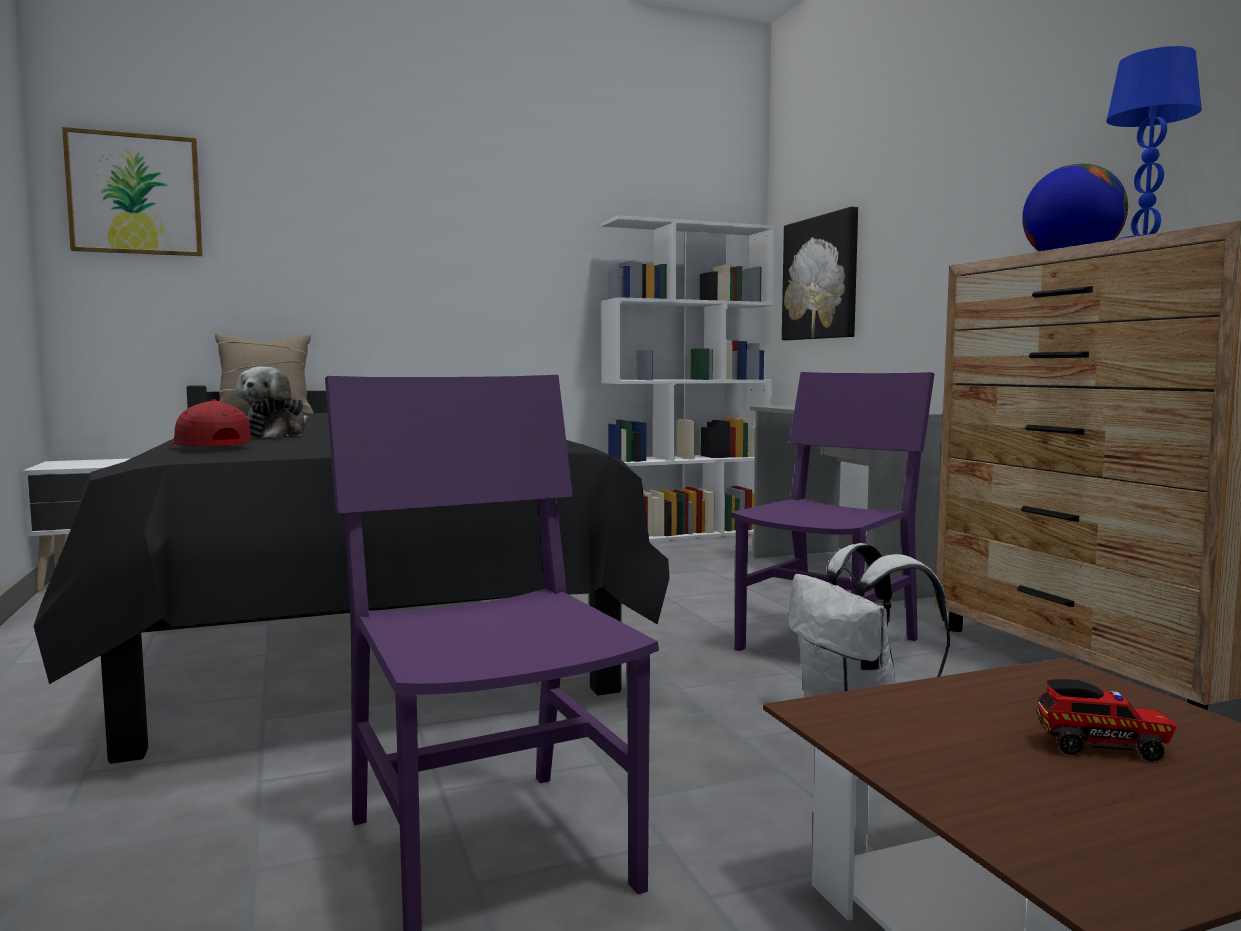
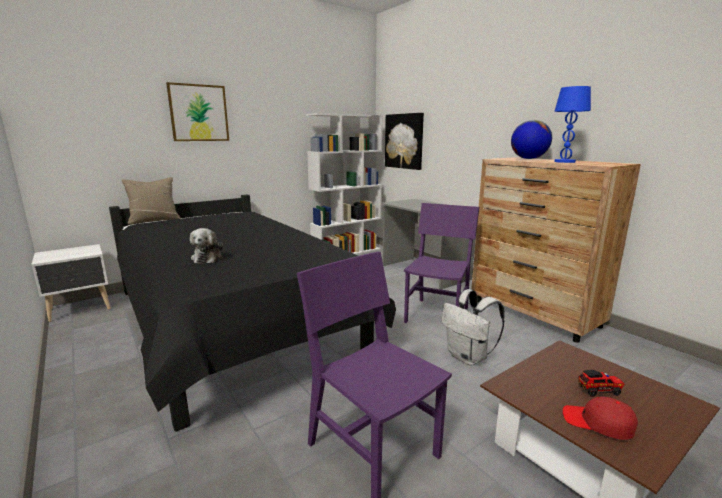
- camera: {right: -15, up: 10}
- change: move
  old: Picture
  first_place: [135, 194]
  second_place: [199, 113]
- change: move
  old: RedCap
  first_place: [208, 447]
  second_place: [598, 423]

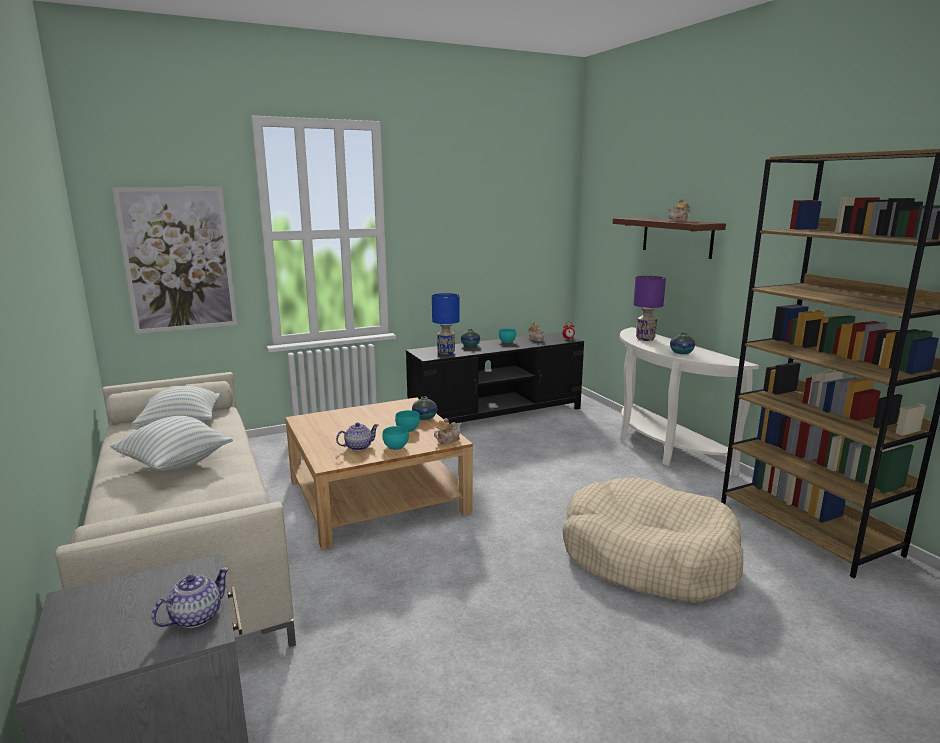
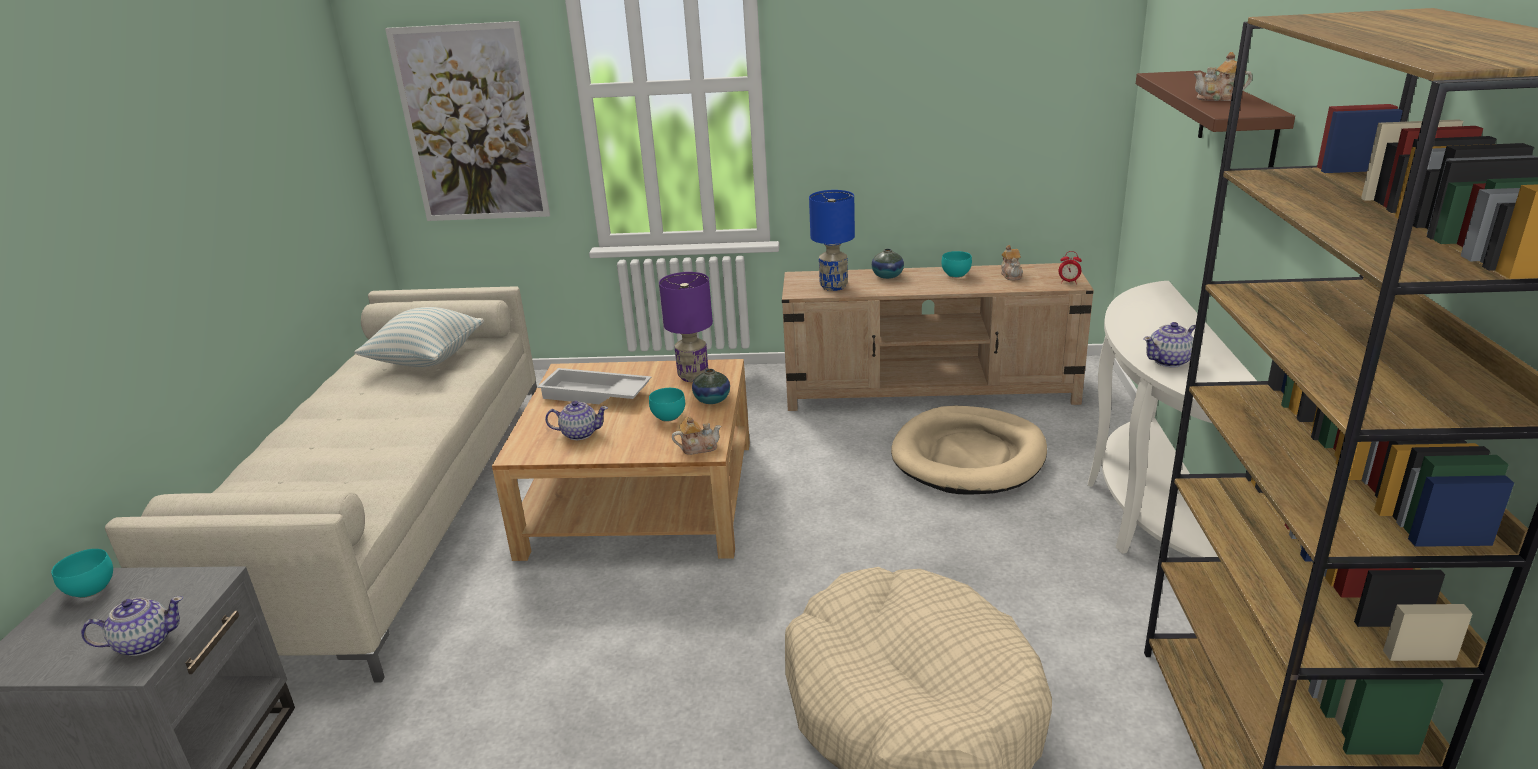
- camera: {right: 30, up: 10}
- change: move
  old: TurquoiseBowl
  first_place: [396, 446]
  second_place: [93, 589]
- change: insert
  new: WhiteTray
  second_place: [594, 395]
- change: move
  old: PurpleTableLamp
  first_place: [645, 339]
  second_place: [693, 376]
- change: recolor
  old: BlackTvStand
  new: BeigeTvStand
  first_place: [497, 414]
  second_place: [930, 390]
- change: insert
  new: BeigeDogBed
  second_place: [969, 456]
- change: replace
  old: Vase
  new: Teapot
  first_place: [681, 353]
  second_place: [1169, 361]
- change: delete
  old: Pillow
  first_place: [175, 464]

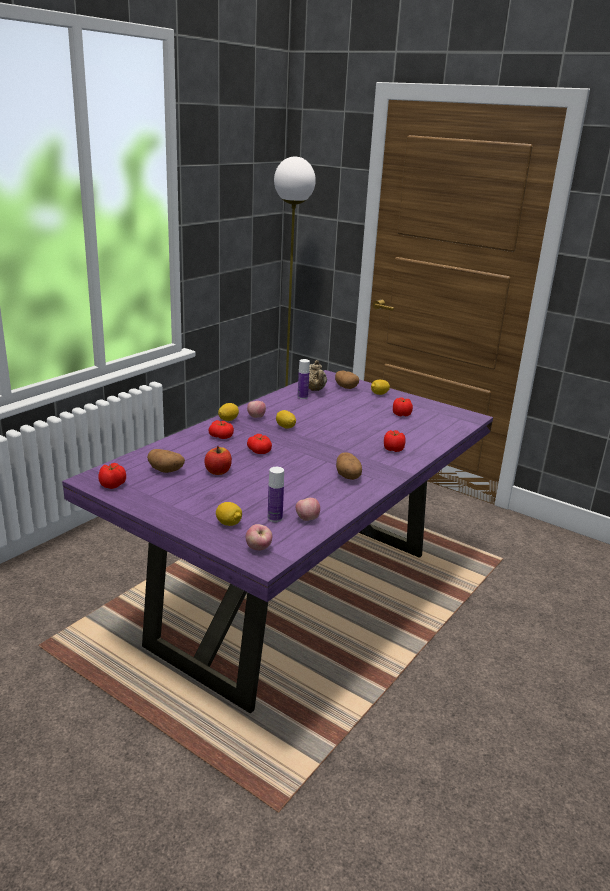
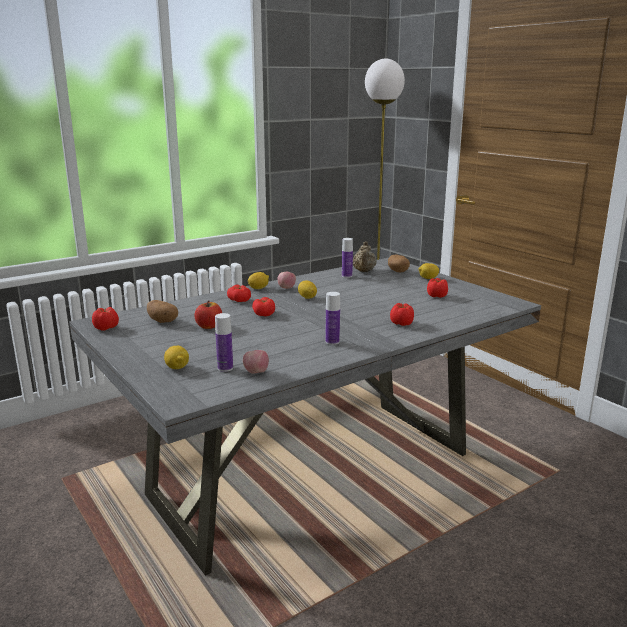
- camera: {right: 20, up: -5}
- change: recolor
  old: PurpleDiningTable
  new: GreyDiningTable
  first_place: [296, 599]
  second_place: [312, 476]
- change: replace
  old: Potato
  new: Bottle
  first_place: [348, 477]
  second_place: [332, 342]
- change: delete
  old: Apple
  first_place: [258, 549]

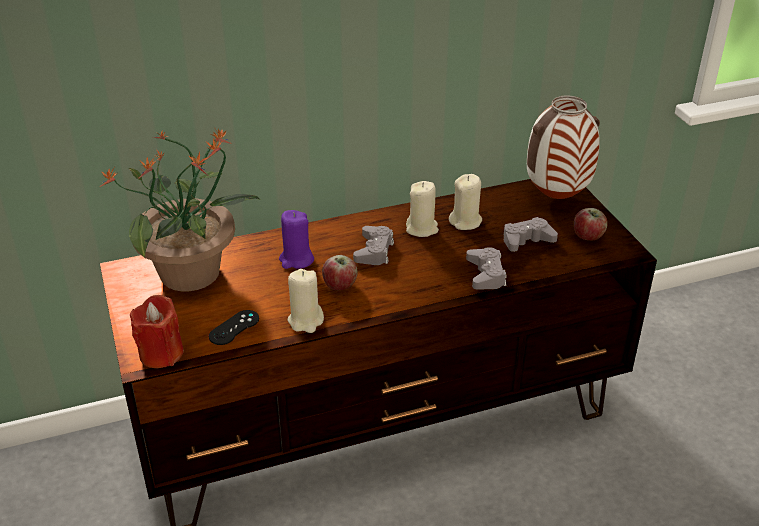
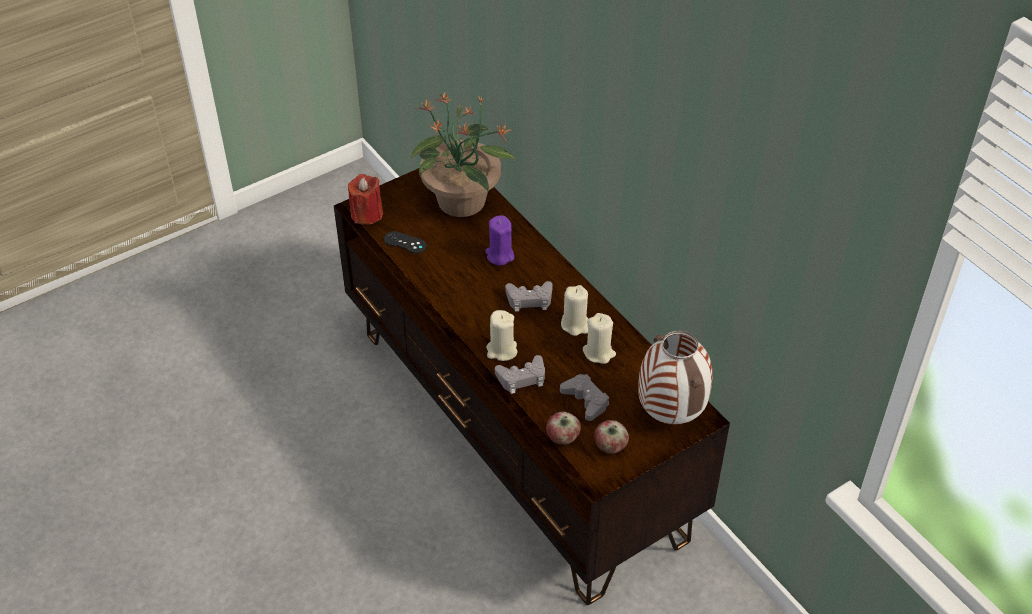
- camera: {right: 75, up: 10}
- change: move
  old: BeigeCandle
  first_place: [306, 321]
  second_place: [501, 350]
- change: move
  old: Apple
  first_place: [340, 285]
  second_place: [562, 438]

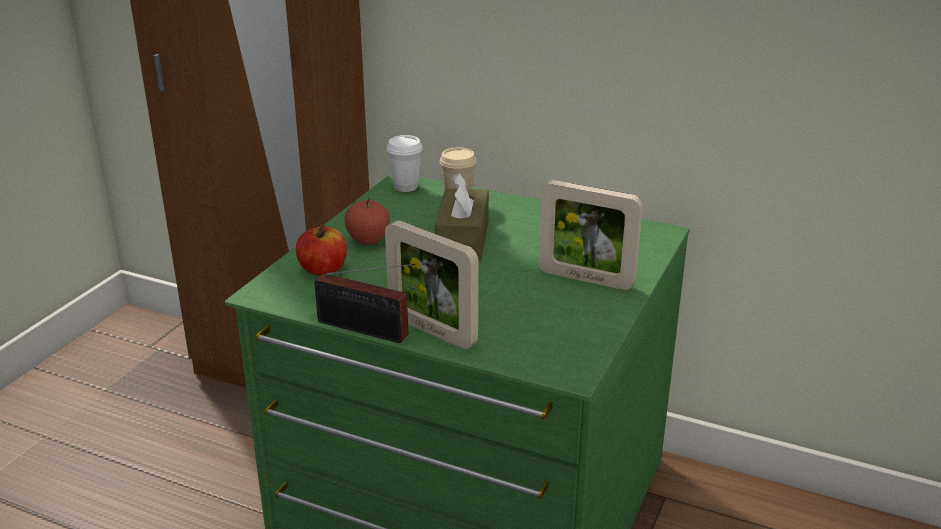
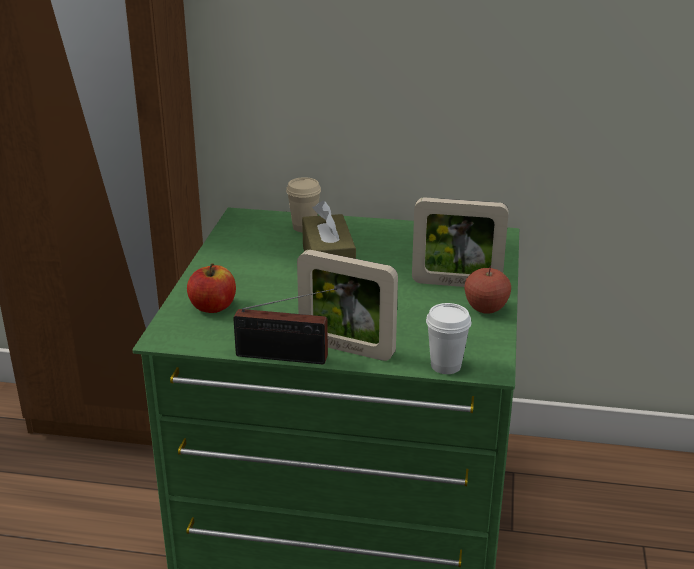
- camera: {right: -15, up: 0}
- change: move
  old: WhiteCup
  first_place: [405, 187]
  second_place: [446, 366]
- change: move
  old: Apple
  first_place: [368, 240]
  second_place: [486, 308]

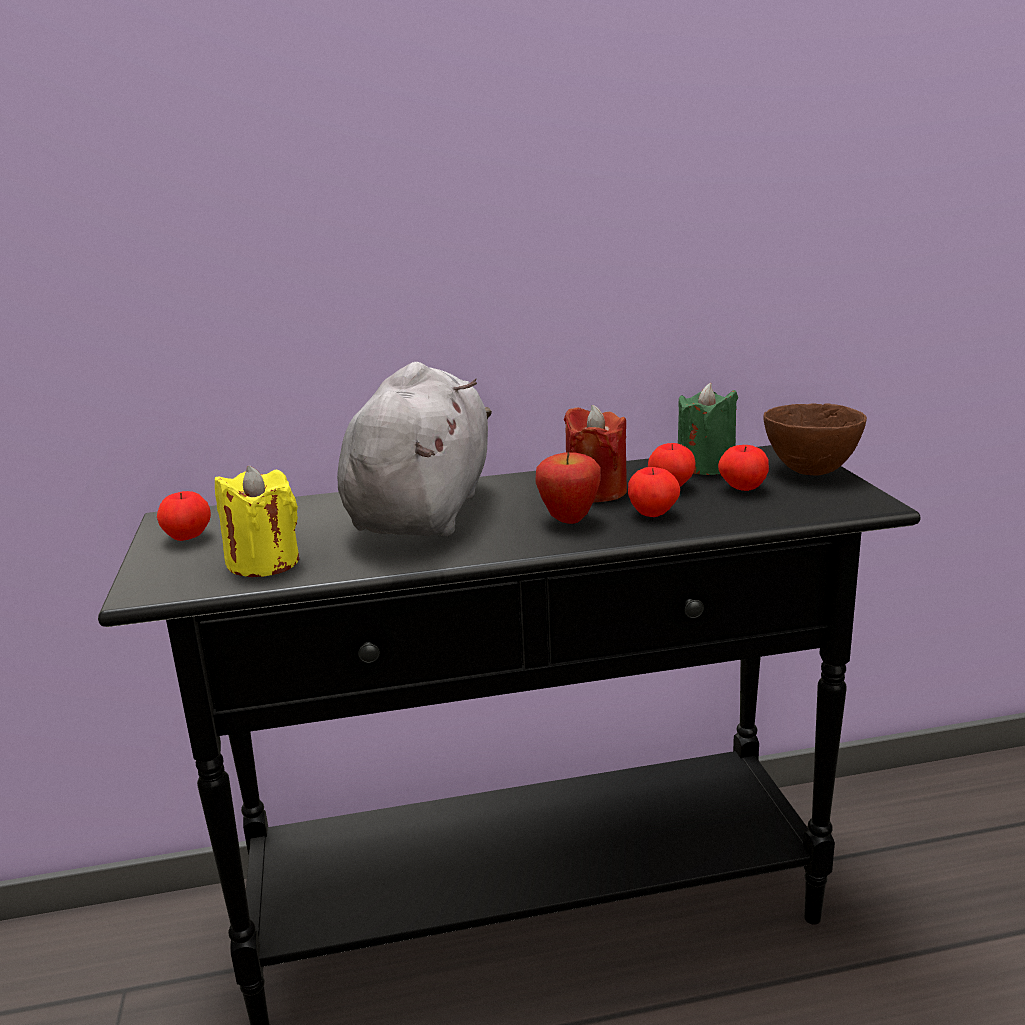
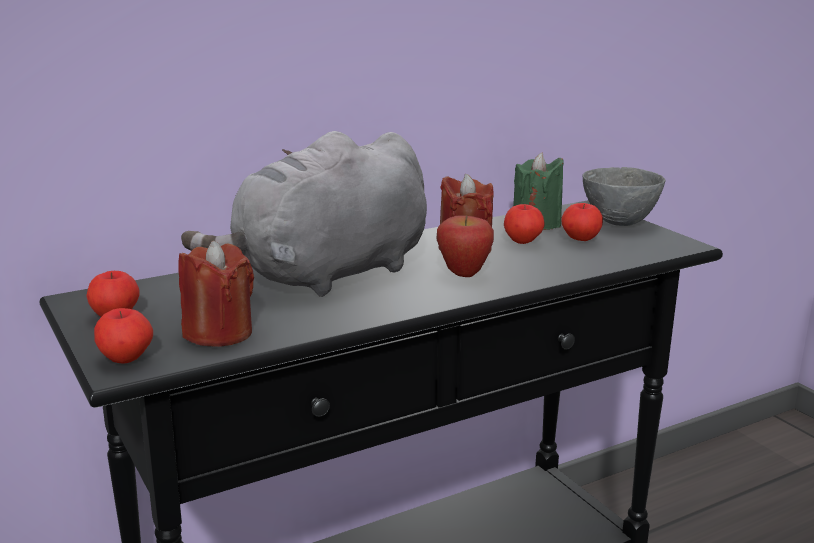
- camera: {right: -20, up: 0}
- change: move
  old: Apple
  first_place: [653, 513]
  second_place: [126, 358]
- change: recolor
  old: YellowCandle
  new: RedCandle
  first_place: [263, 563]
  second_place: [218, 333]
- change: rotate
  old: GreyPlushToy
  first_place: [423, 510]
  second_place: [327, 275]
  degrees: -120
- change: recolor
  old: BrownBowl
  new: GreyBowl
  first_place: [810, 471]
  second_place: [619, 222]

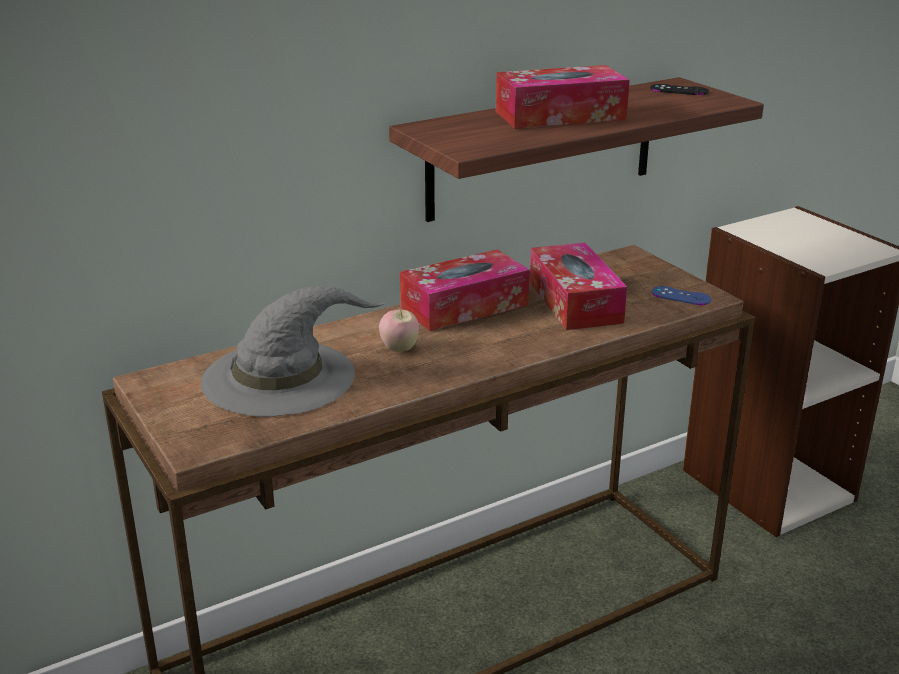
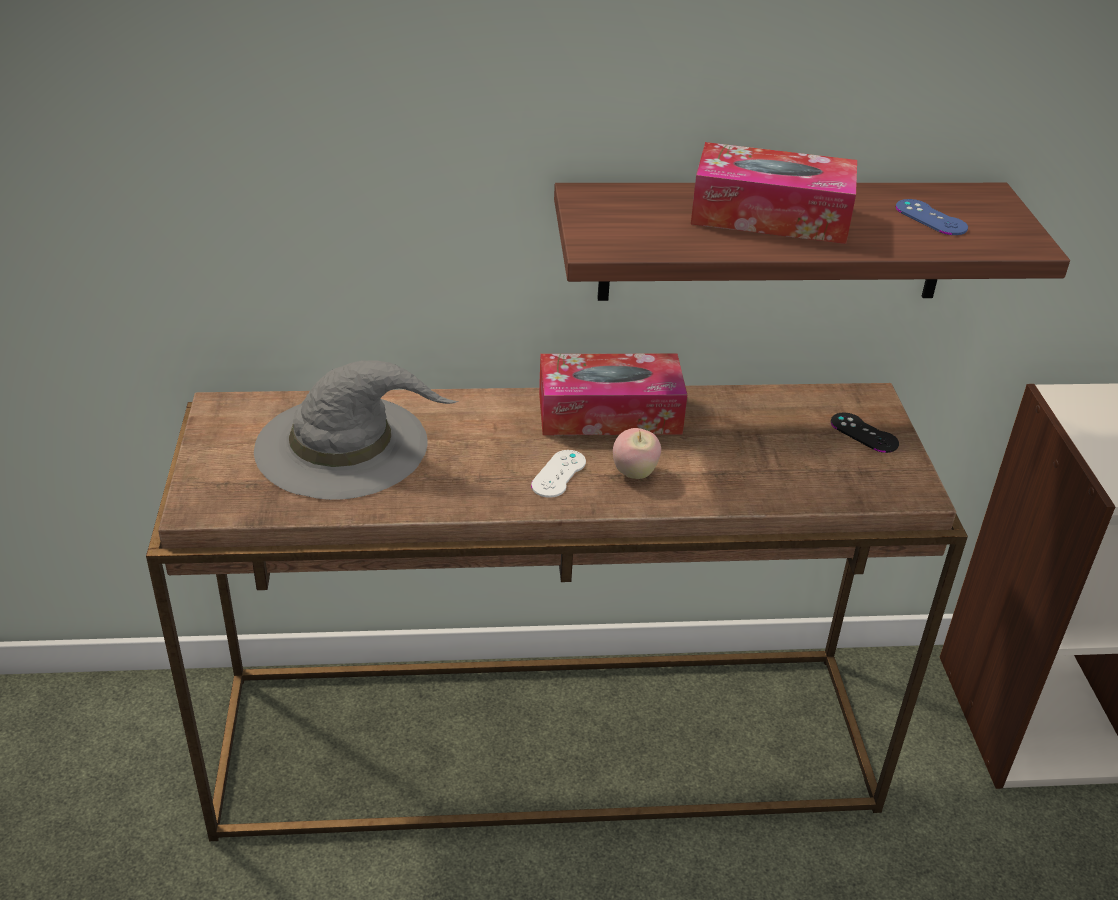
- camera: {right: 25, up: 10}
- change: insert
  new: WhiteGameController
  second_place: [559, 474]
- change: move
  old: Apple
  first_place: [399, 349]
  second_place: [634, 473]
- change: move
  old: BlackGameController
  first_place: [679, 90]
  second_place: [864, 433]
- change: move
  old: BlueGameController
  first_place: [681, 296]
  second_place: [931, 218]
- change: delete
  old: TissueBox
  first_place: [575, 302]

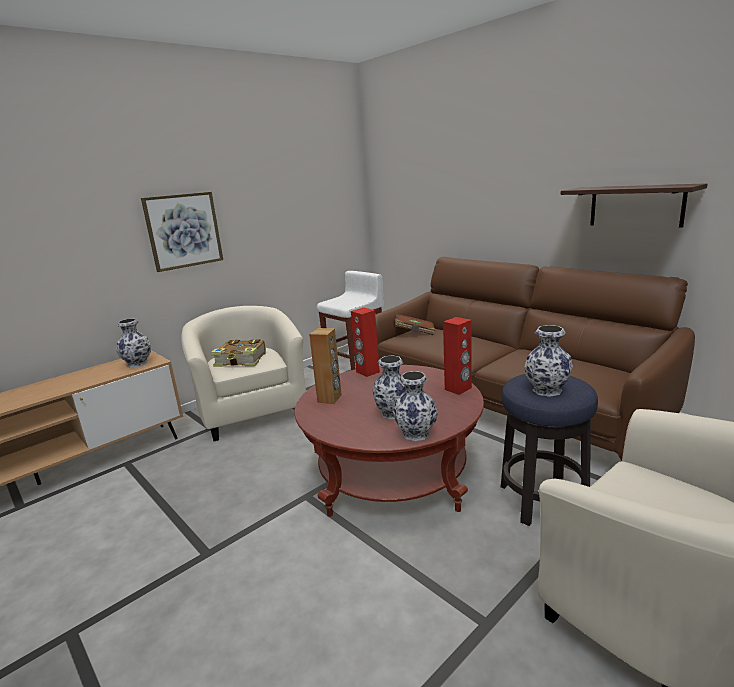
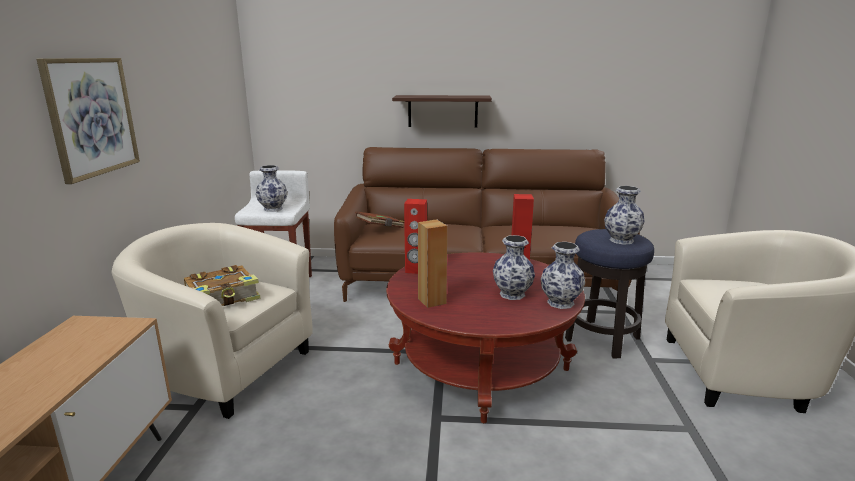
- camera: {right: -45, up: 0}
- change: move
  old: Vase
  first_place: [137, 364]
  second_place: [272, 209]
- change: move
  old: Shelf
  first_place: [636, 206]
  second_place: [442, 111]

